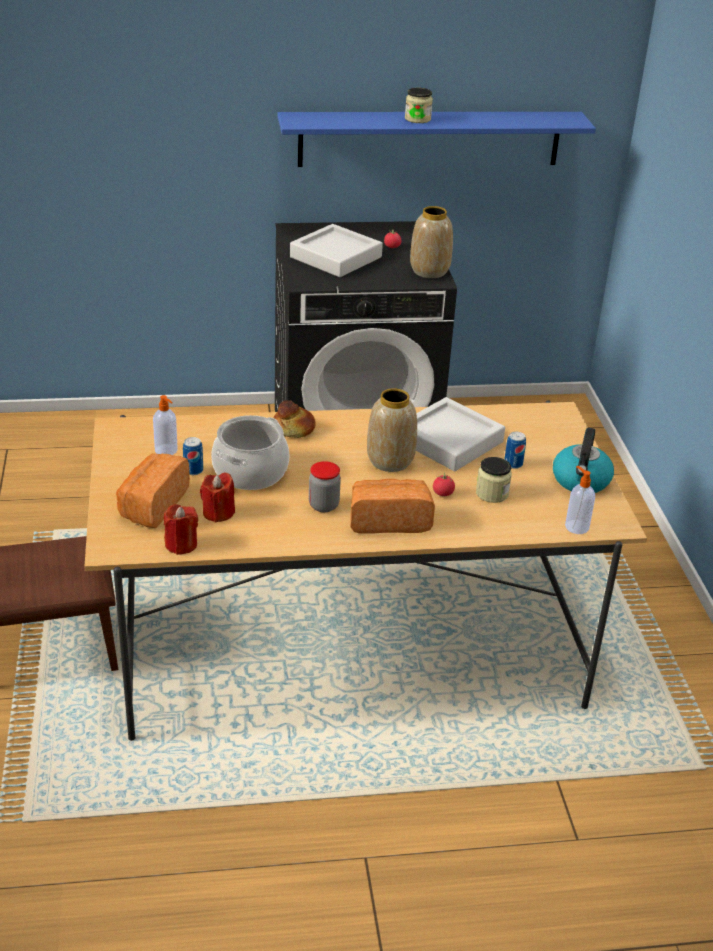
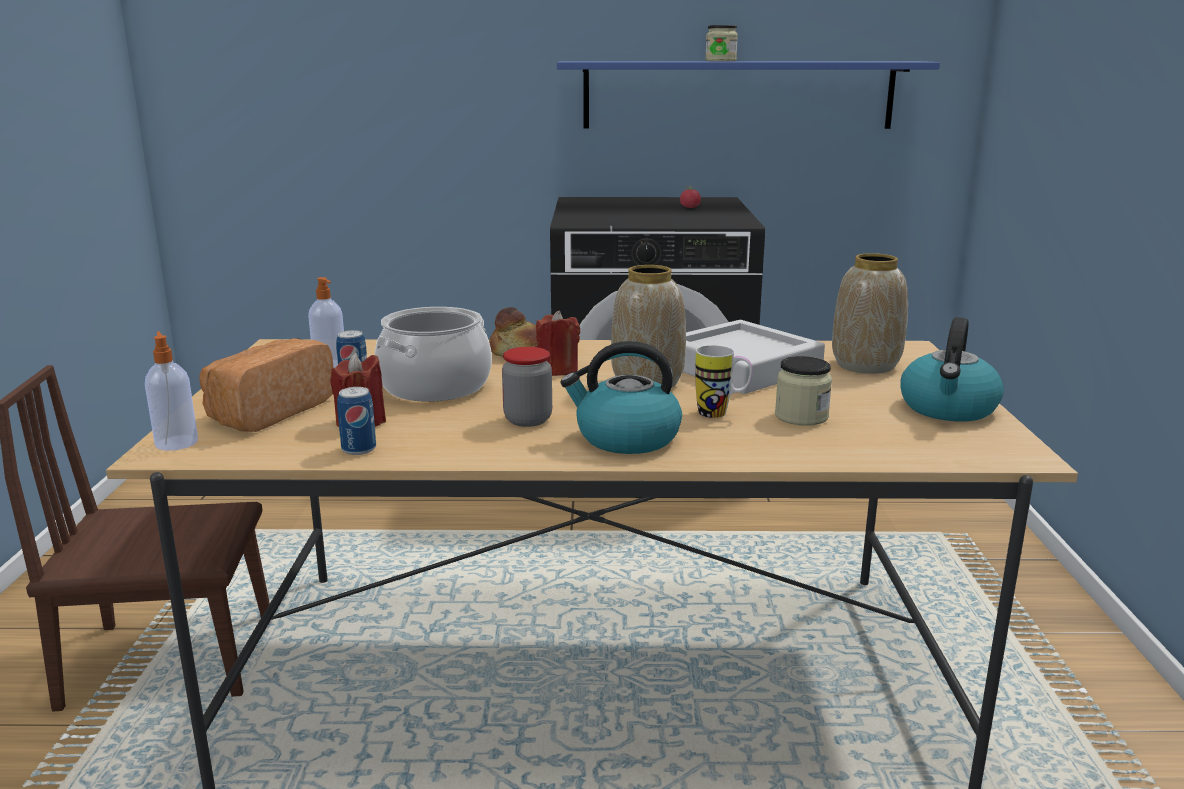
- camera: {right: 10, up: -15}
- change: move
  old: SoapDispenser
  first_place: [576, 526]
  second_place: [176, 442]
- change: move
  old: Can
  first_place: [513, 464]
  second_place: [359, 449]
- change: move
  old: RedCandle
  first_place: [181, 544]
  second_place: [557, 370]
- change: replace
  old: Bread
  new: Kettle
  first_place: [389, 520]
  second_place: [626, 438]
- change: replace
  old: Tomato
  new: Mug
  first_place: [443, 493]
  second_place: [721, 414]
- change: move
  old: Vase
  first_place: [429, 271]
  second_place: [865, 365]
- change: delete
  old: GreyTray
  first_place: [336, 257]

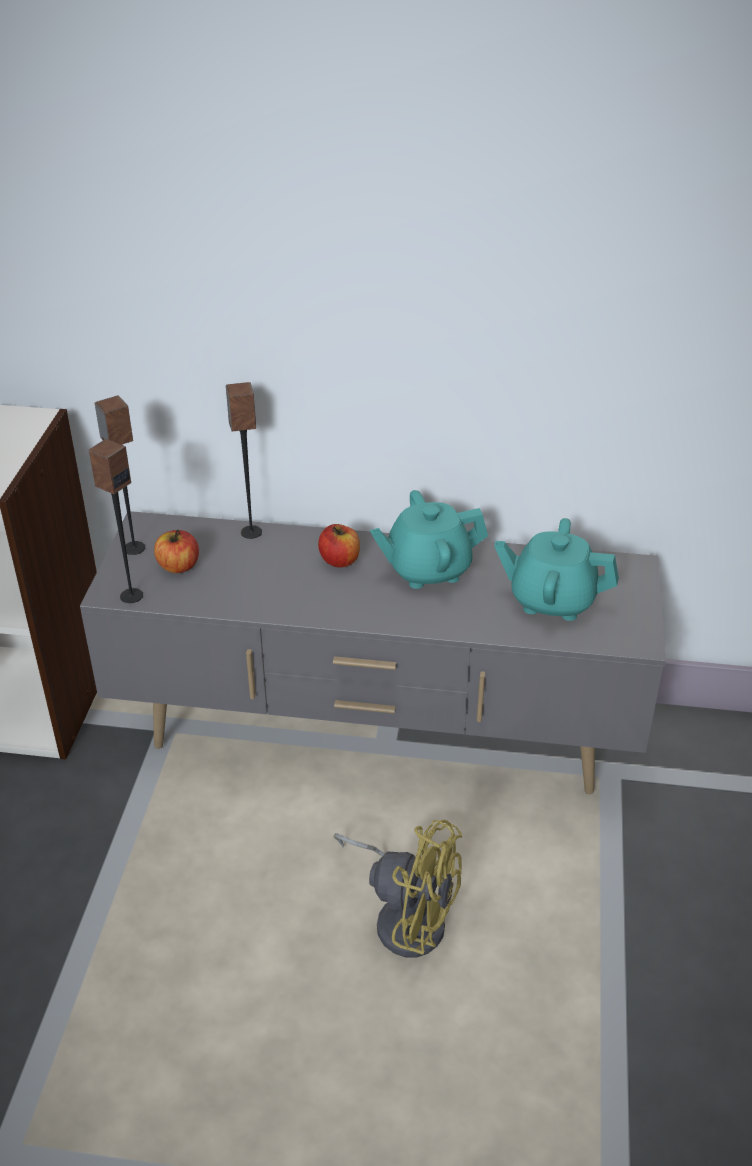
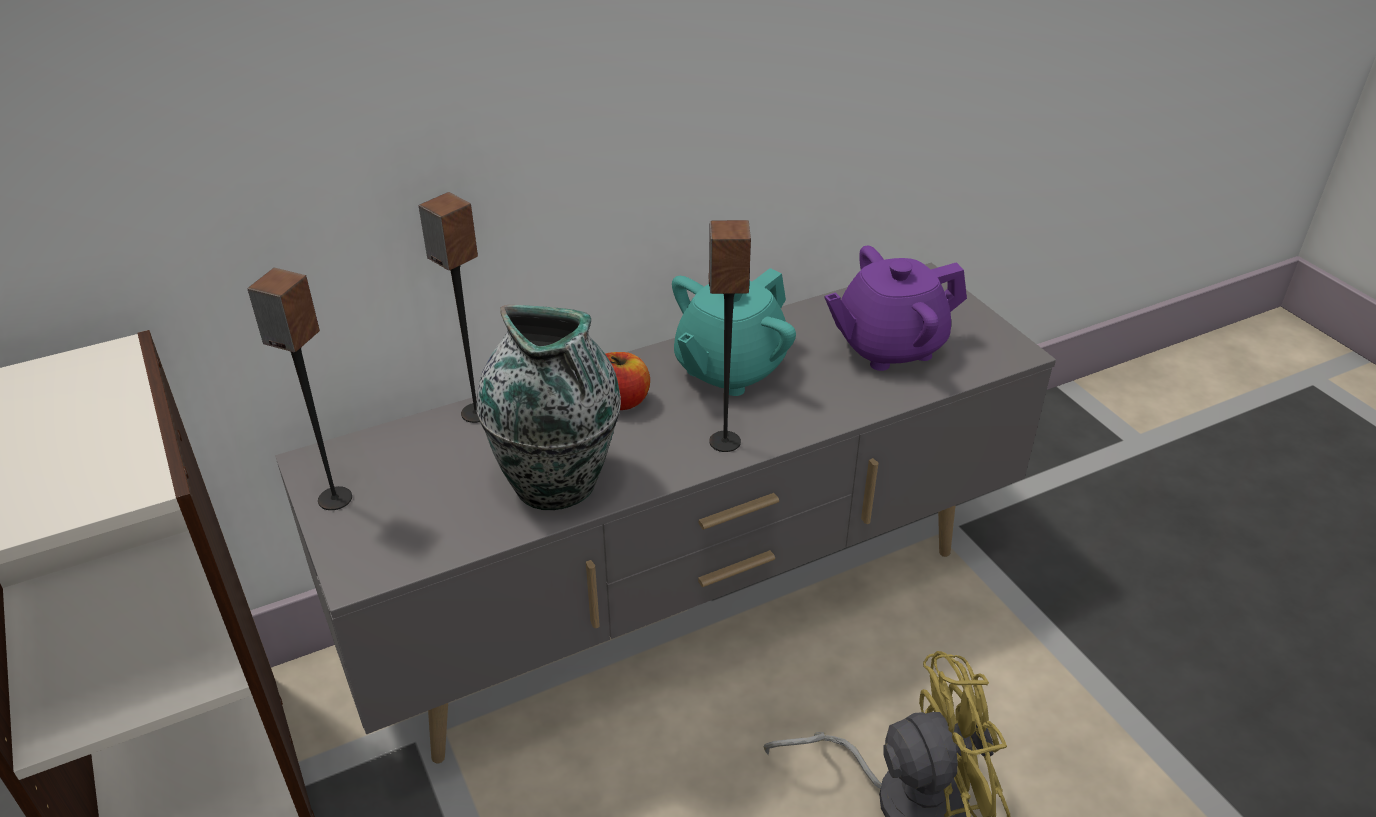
- camera: {right: -35, up: 0}
- change: insert
  new: Vase
  second_place: [557, 484]
- change: move
  old: Speaker
  first_place: [131, 595]
  second_place: [724, 441]
- change: recolor
  old: TurquoiseTeapot
  new: PurpleTeapot
  first_place: [551, 600]
  second_place: [888, 346]
- change: delete
  old: Apple
  first_place: [178, 566]

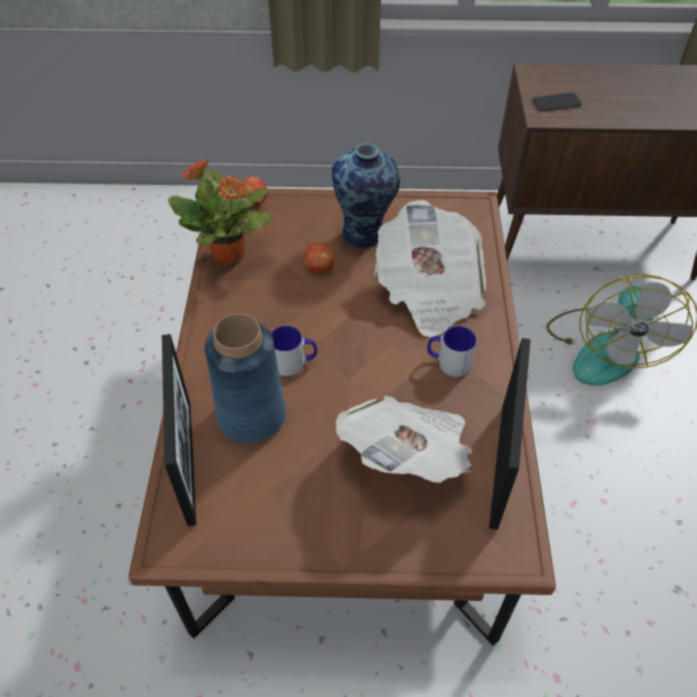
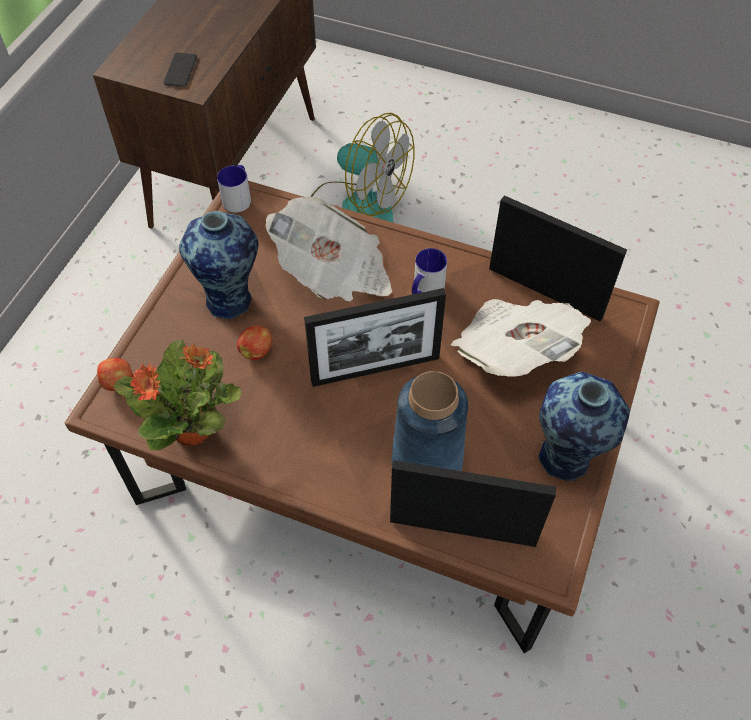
- camera: {right: -70, up: 5}
- change: move
  old: Mug
  first_place: [294, 363]
  second_place: [238, 197]
- change: insert
  new: PictureFrame
  second_place: [375, 369]
- change: insert
  new: Vase
  second_place: [566, 460]

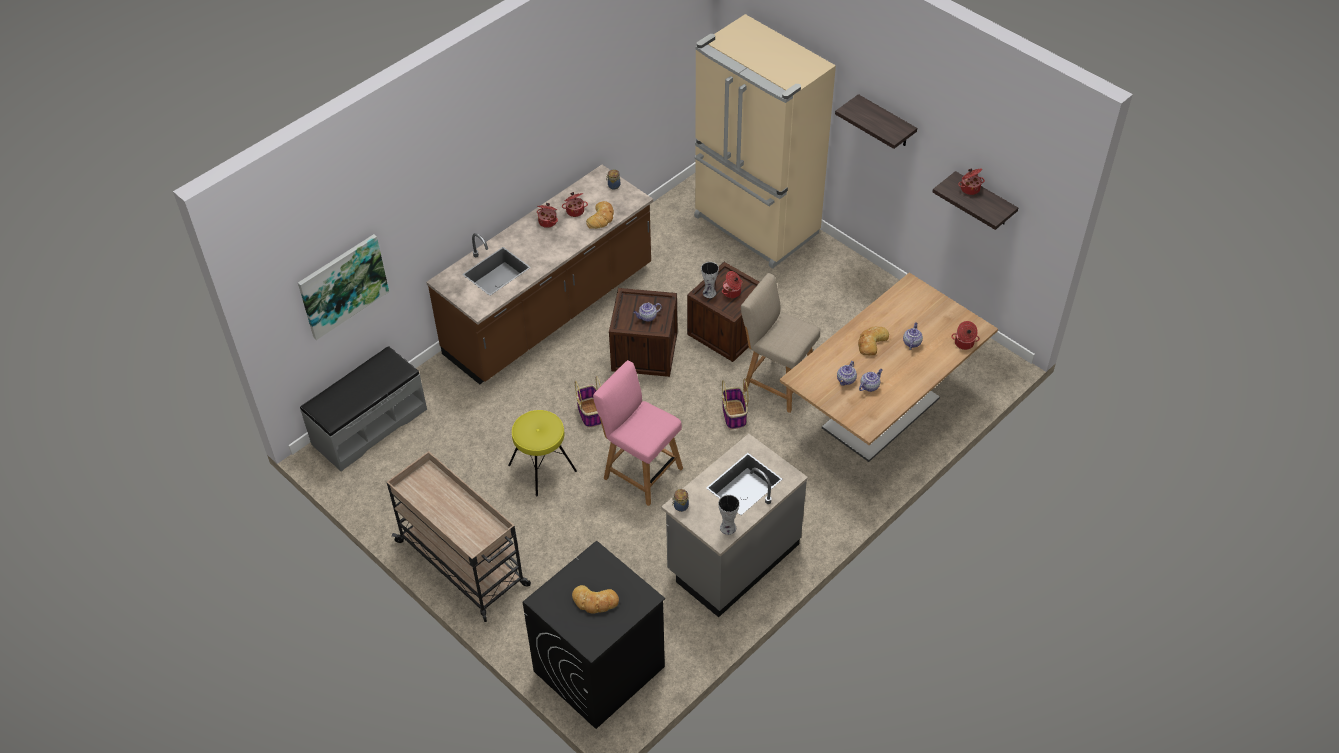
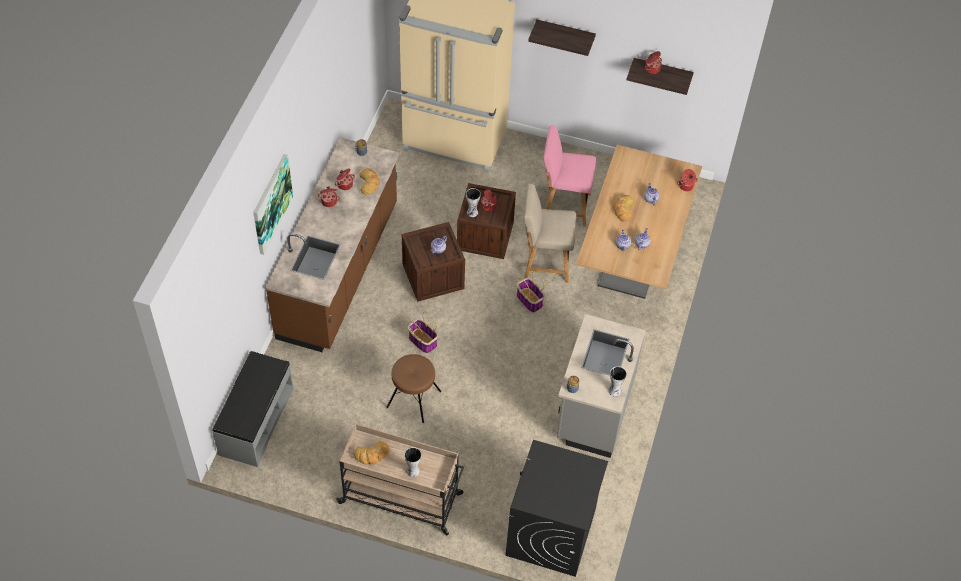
- camera: {right: -30, up: 5}
- change: move
  old: Picture
  first_place: [343, 285]
  second_place: [271, 203]
- change: move
  old: Bread
  first_place: [595, 601]
  second_place: [372, 455]
- change: recolor
  old: YellowStool
  new: BrownStool
  first_place: [542, 468]
  second_place: [413, 399]
- change: insert
  new: Vase
  second_place: [412, 471]
- change: move
  old: PinkChair
  first_place: [640, 471]
  second_place: [563, 206]

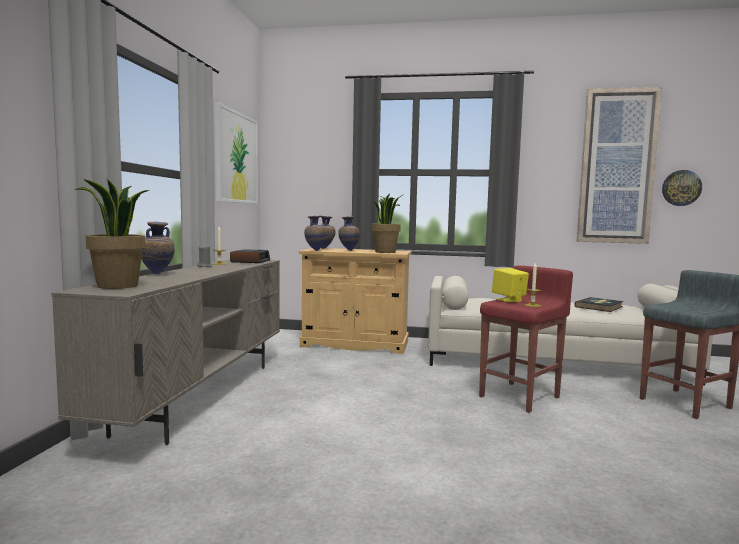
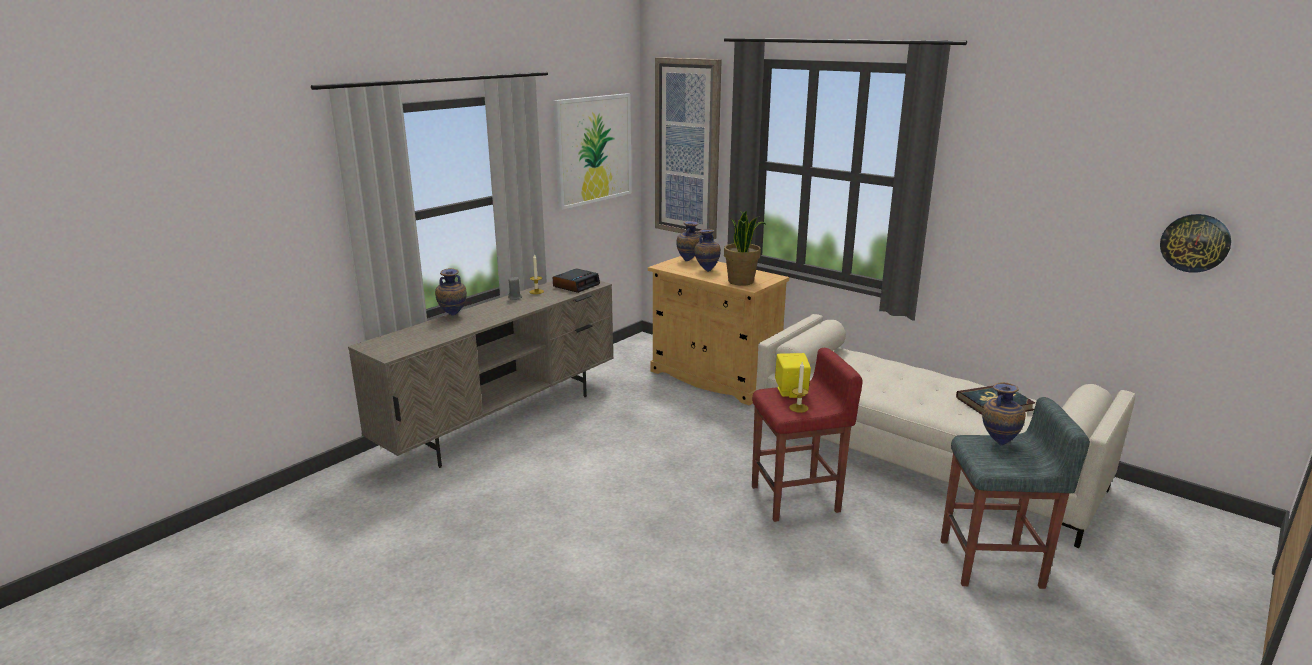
- camera: {right: 30, up: 15}
- change: move
  old: Picture
  first_place: [616, 167]
  second_place: [687, 149]
- change: move
  old: Vase
  first_place: [315, 250]
  second_place: [998, 442]
- change: delete
  old: PottedPlant
  first_place: [117, 286]

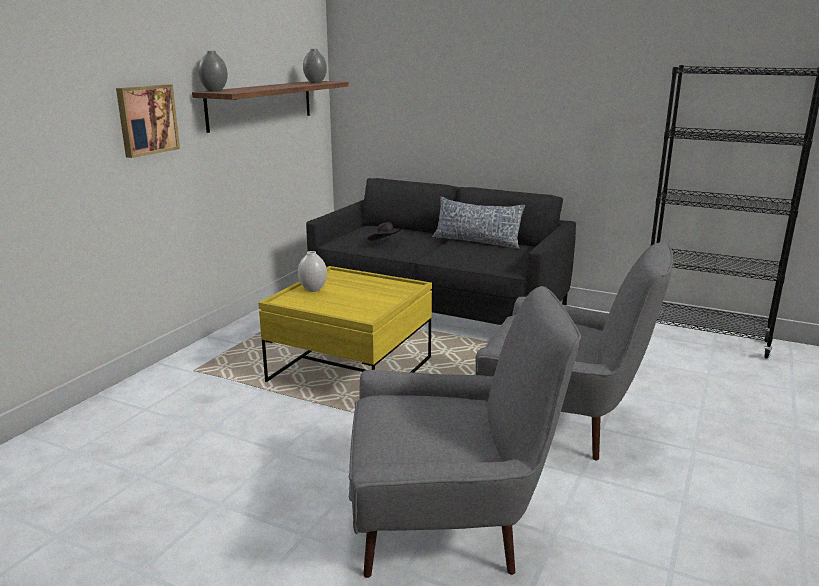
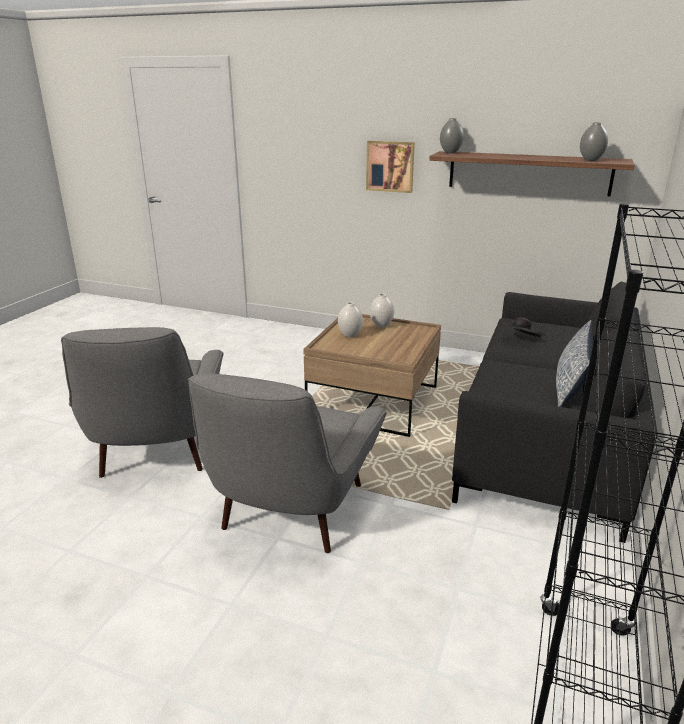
- camera: {right: 85, up: 5}
- change: recolor
  old: YellowCoffeeTable
  new: BrownCoffeeTable
  first_place: [351, 369]
  second_place: [374, 401]
- change: insert
  new: WhiteVase
  second_place: [349, 335]

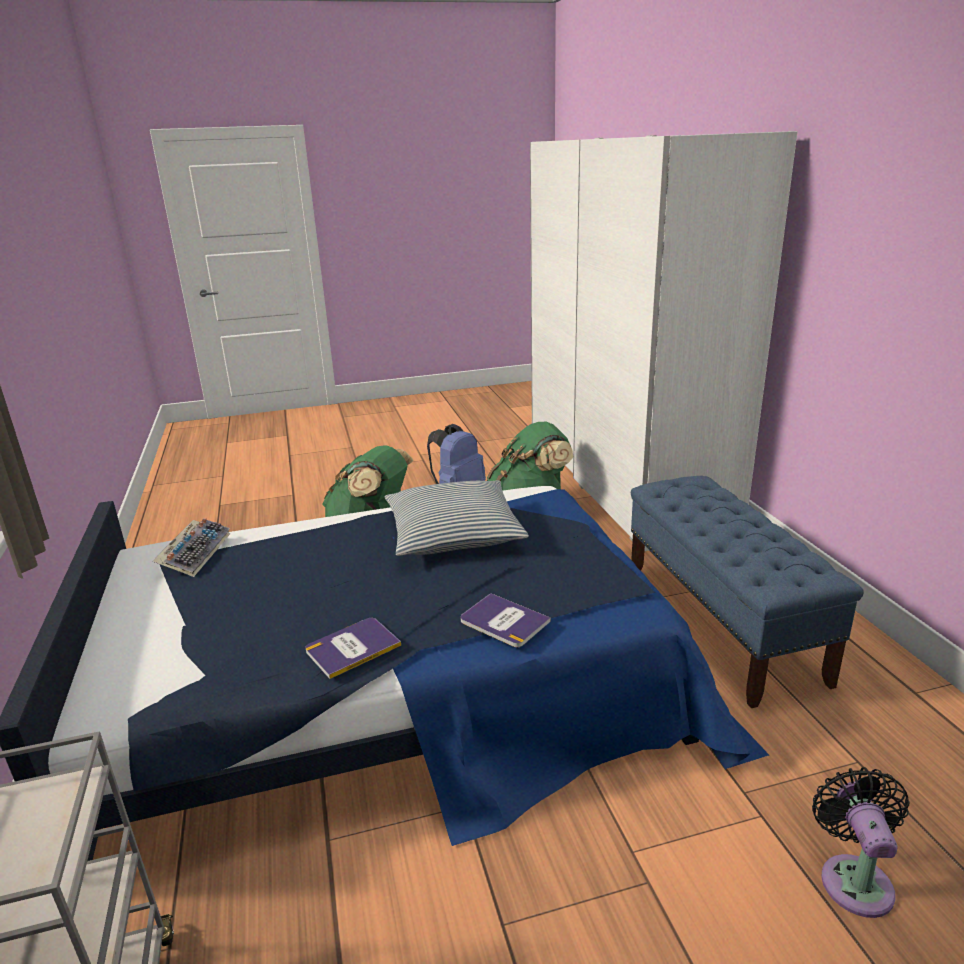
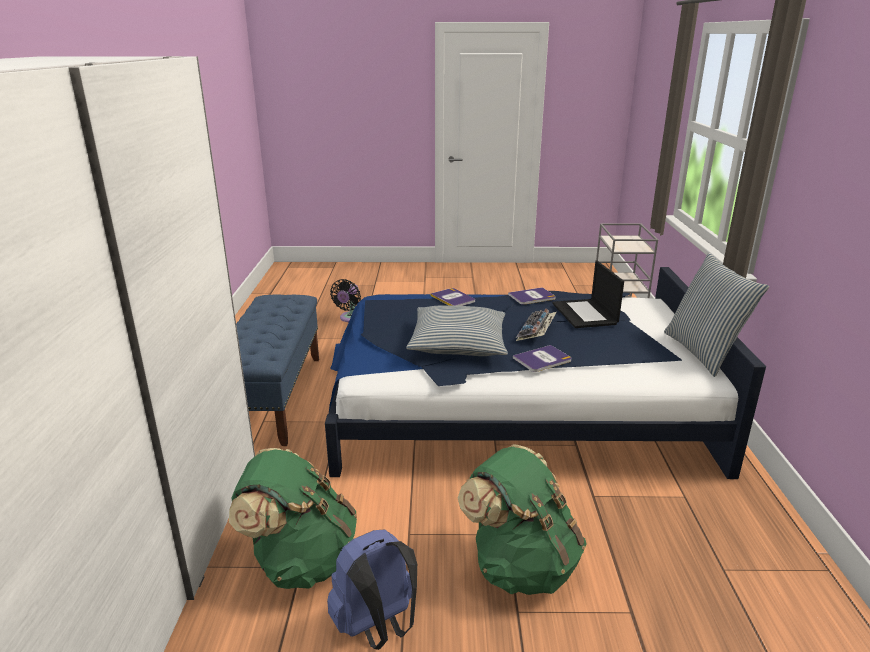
- camera: {right: -165, up: 0}
- change: insert
  new: Book
  second_place: [542, 359]
- change: move
  old: Keyboard
  first_place: [195, 553]
  second_place: [536, 331]
- change: insert
  new: Laptop
  second_place: [585, 314]
- change: insert
  new: Pillow
  second_place: [703, 352]

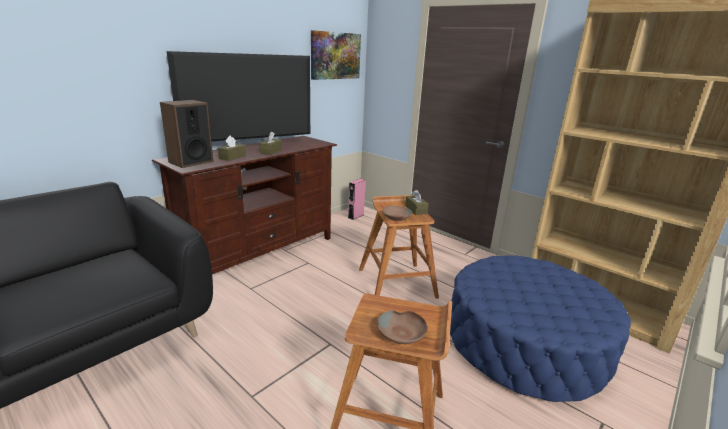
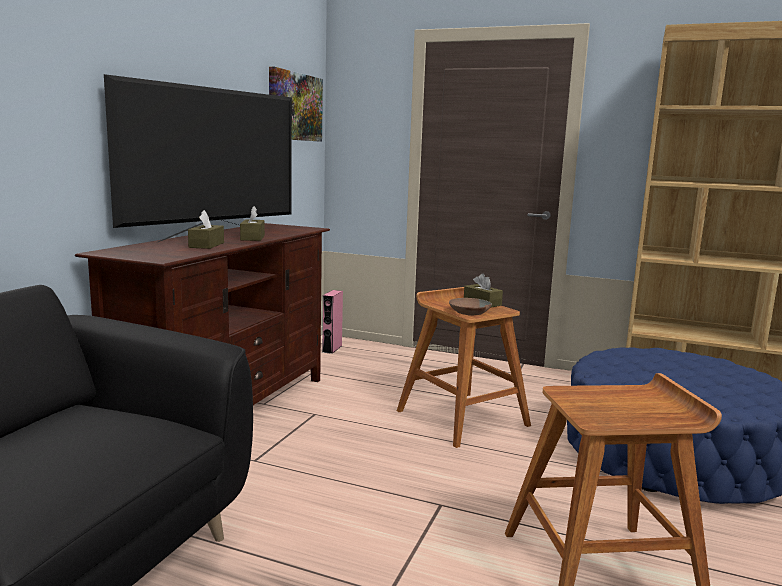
- camera: {right: -20, up: -10}
- change: delete
  old: Speaker
  first_place: [191, 162]
- change: delete
  old: BrownBowl
  first_place: [402, 334]

